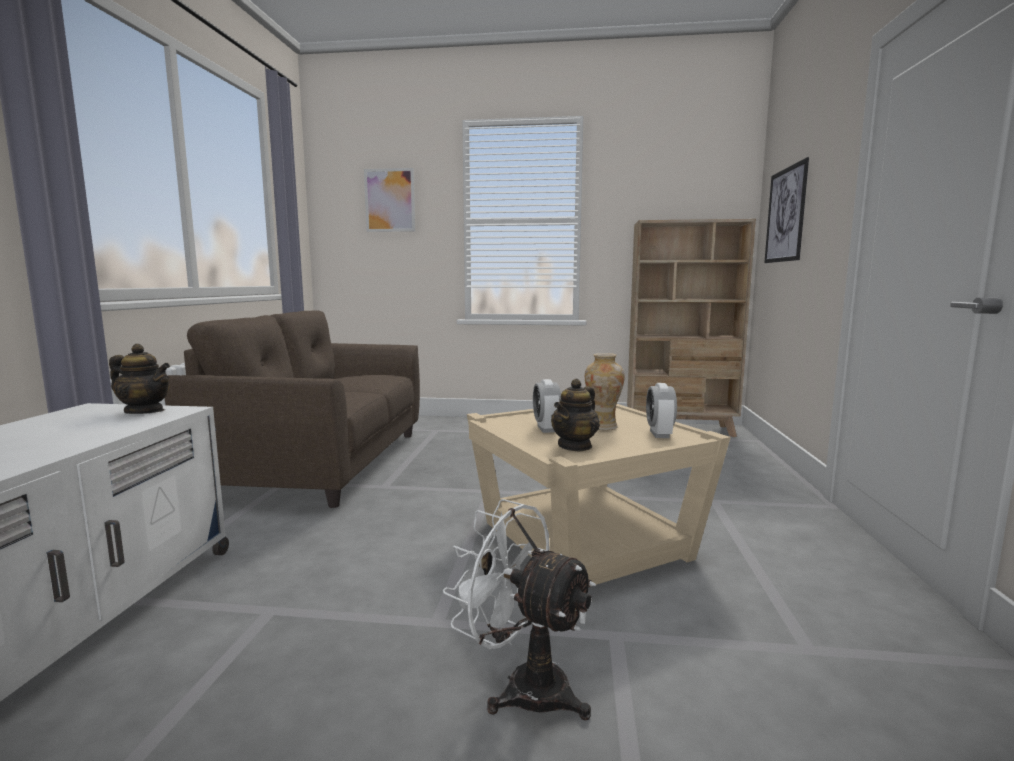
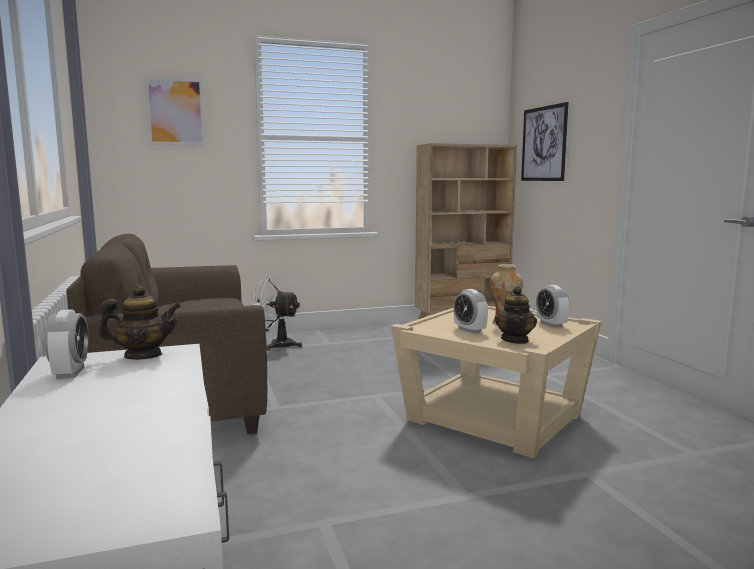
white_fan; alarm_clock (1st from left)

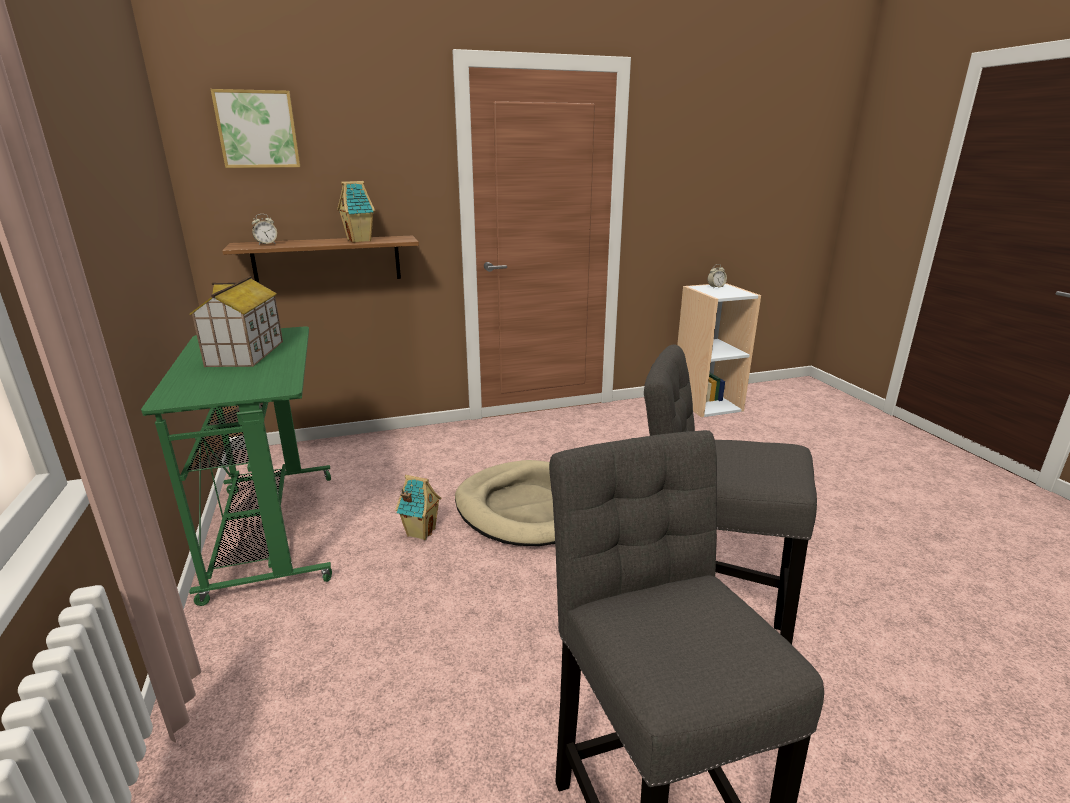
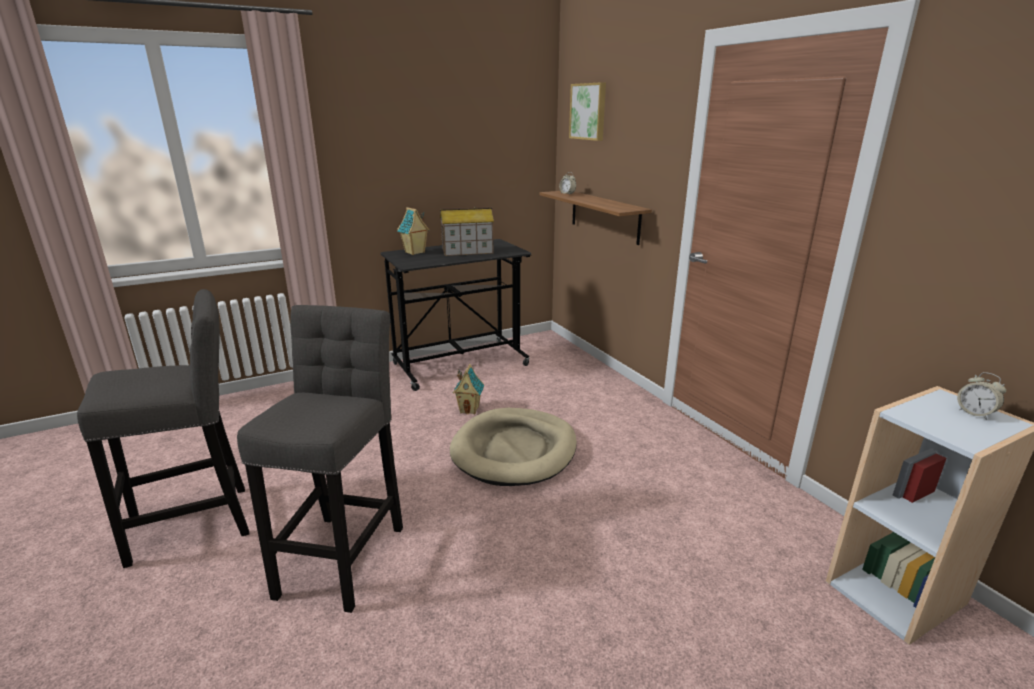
black_desk; toy_house (1st from left)

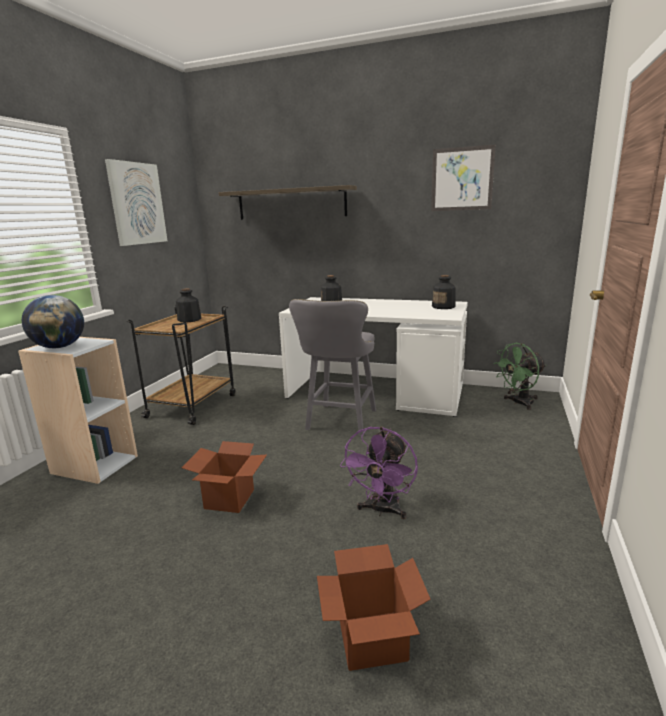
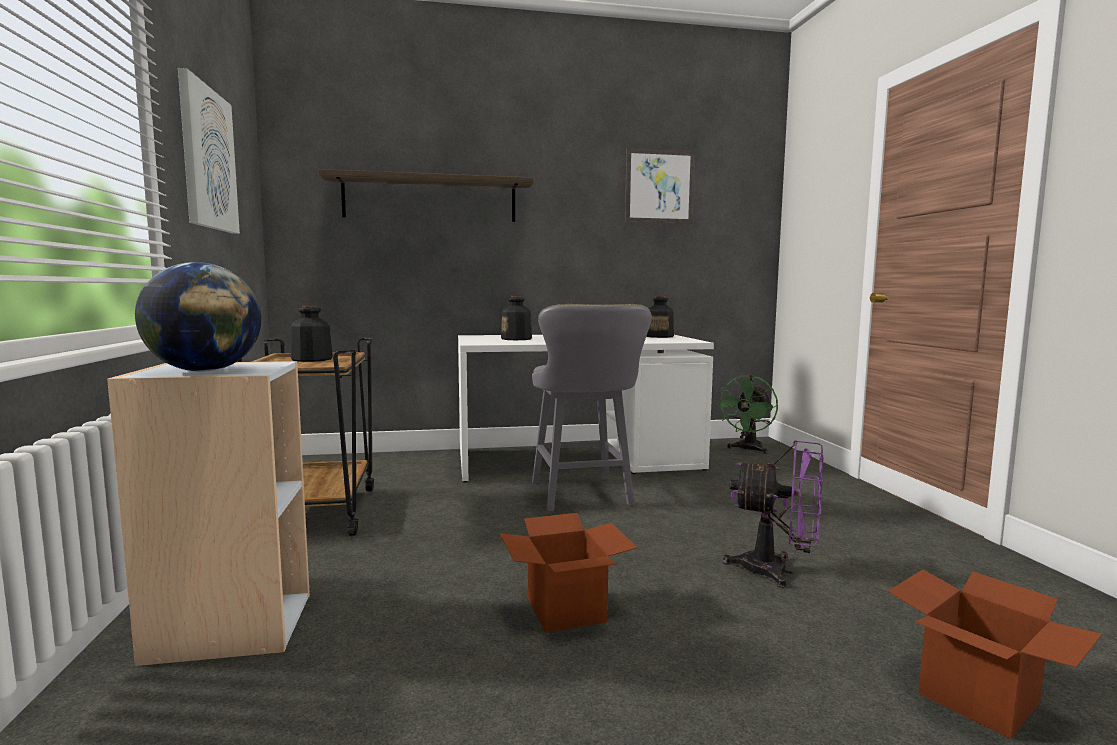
purple_fan

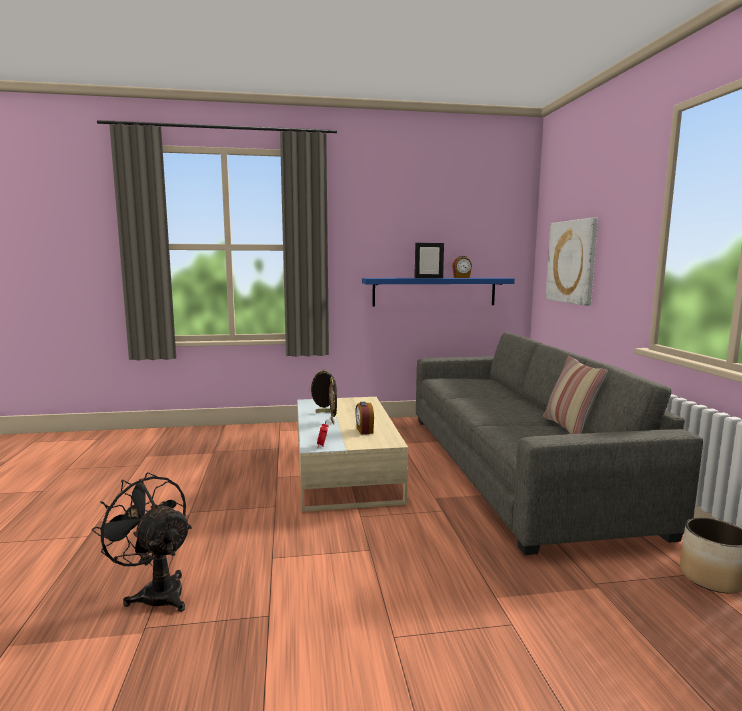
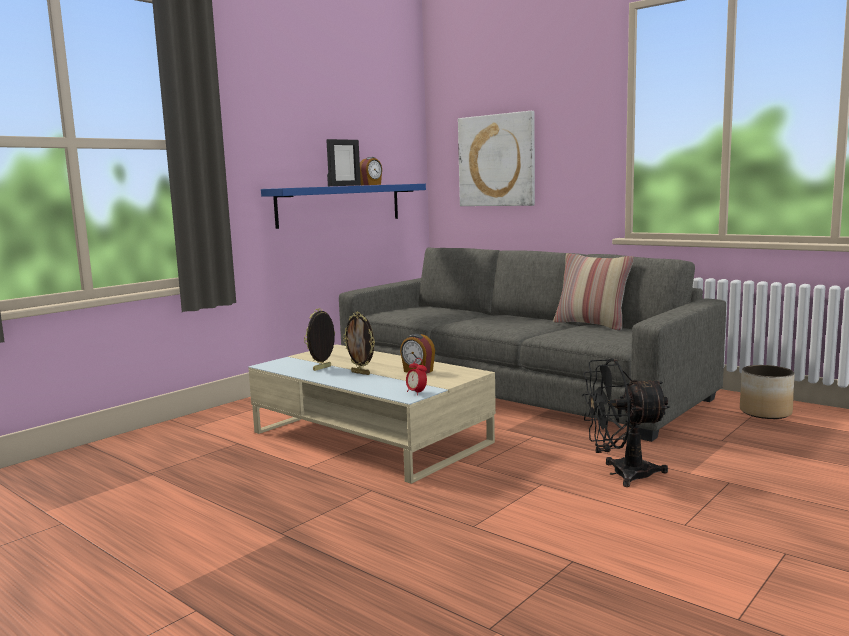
black_fan

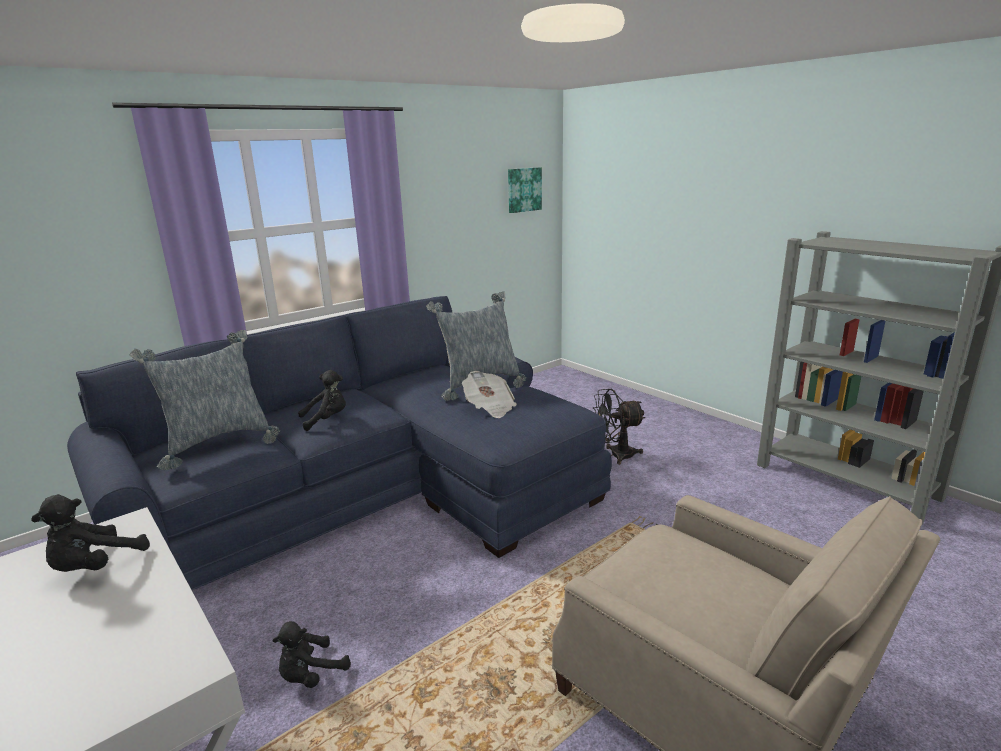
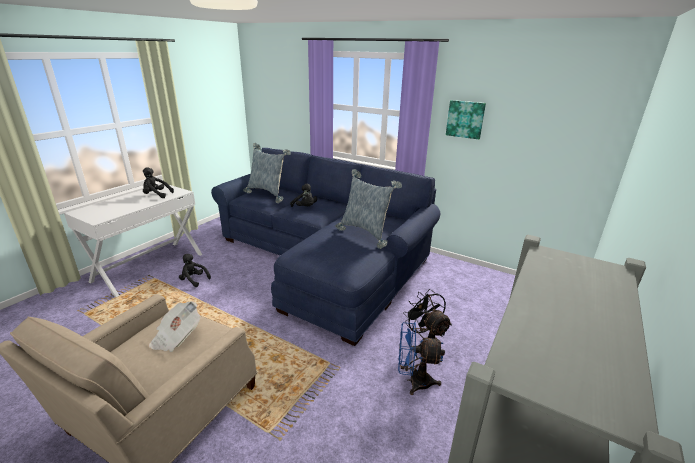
newspaper; picture; blue_fan

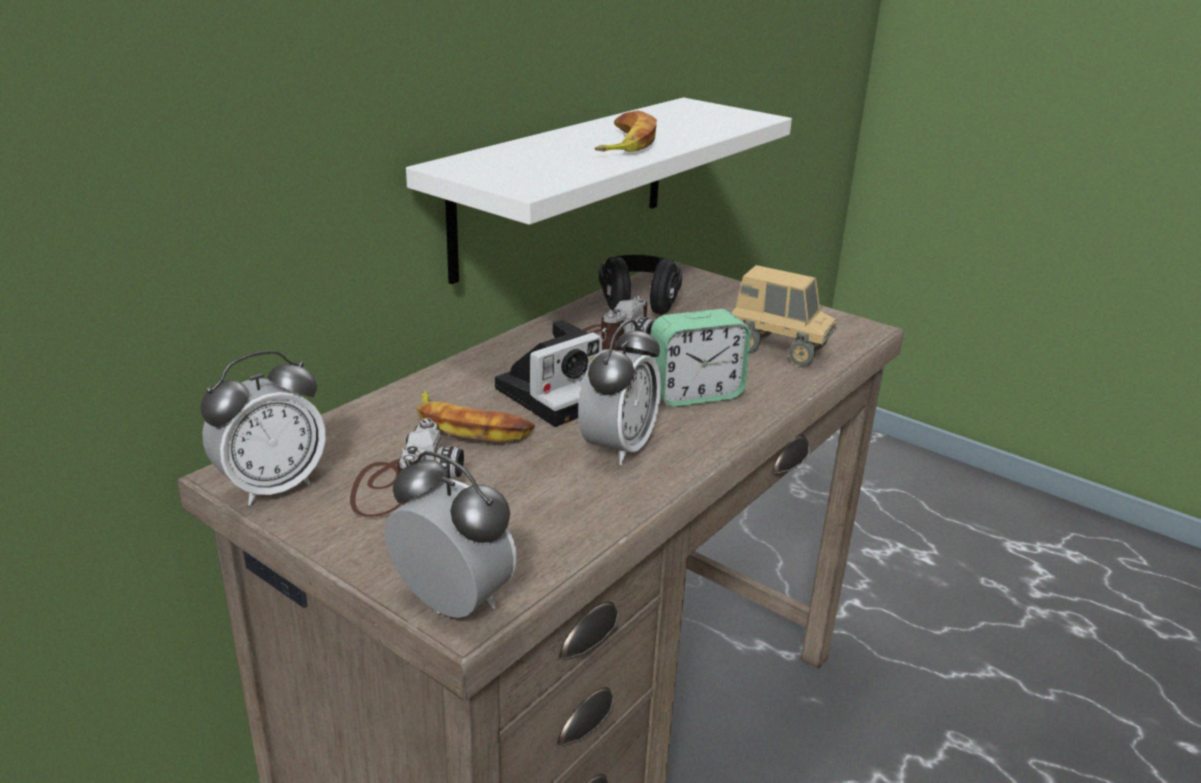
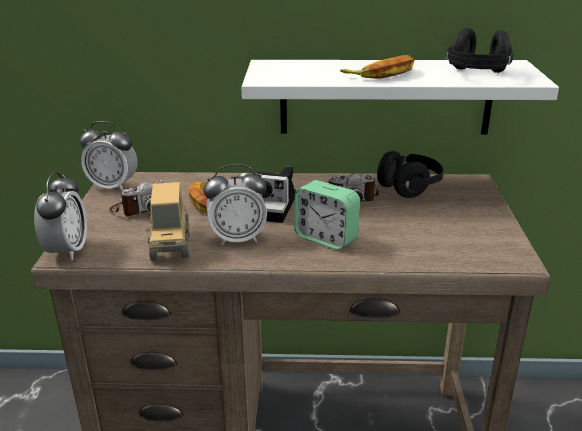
toy_truck; black_headphones (2nd from left)

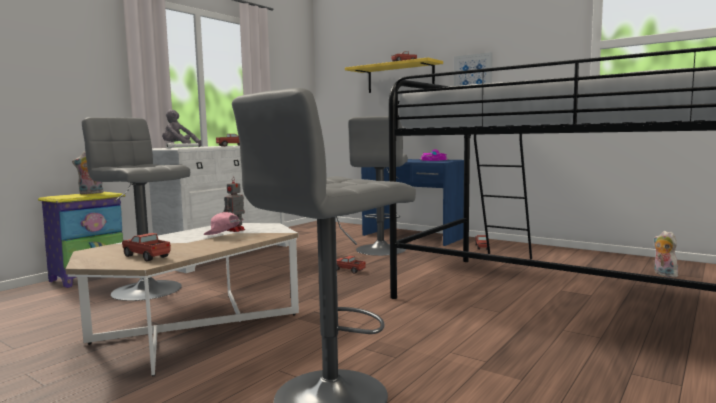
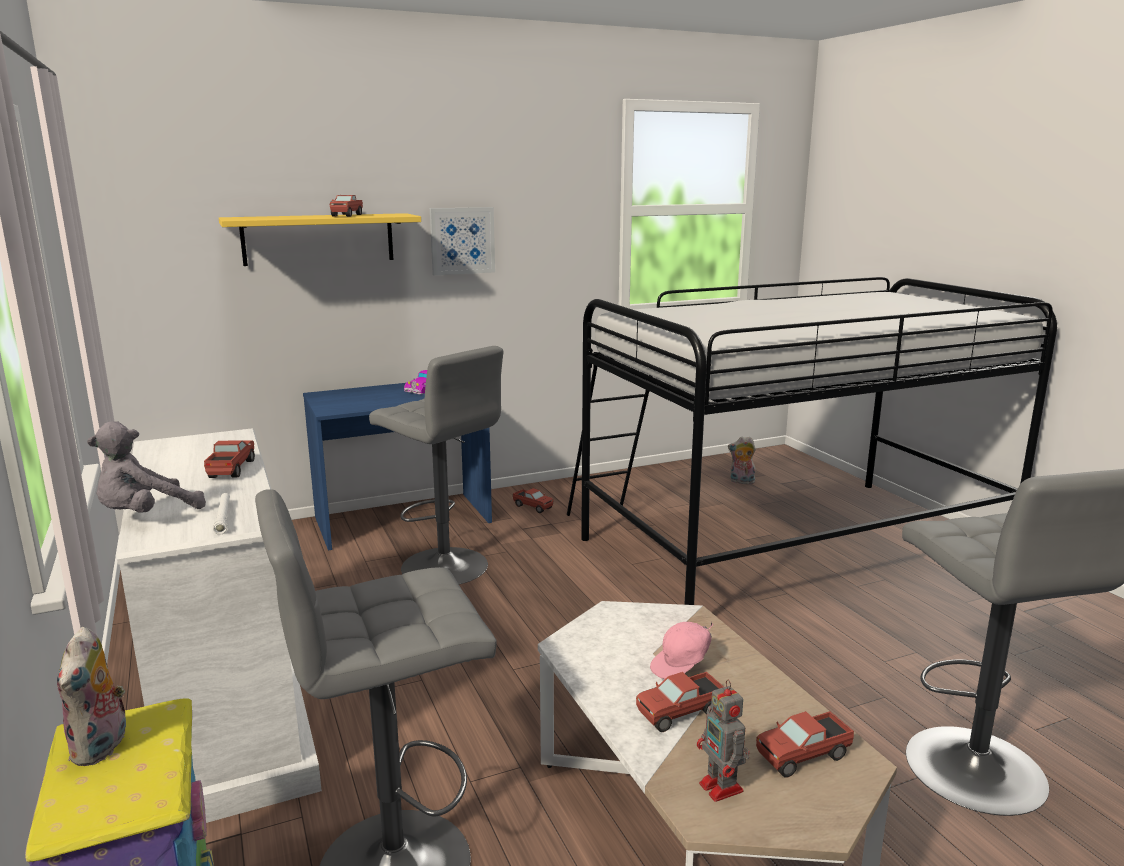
toy_robot; toy_truck (4th from left)

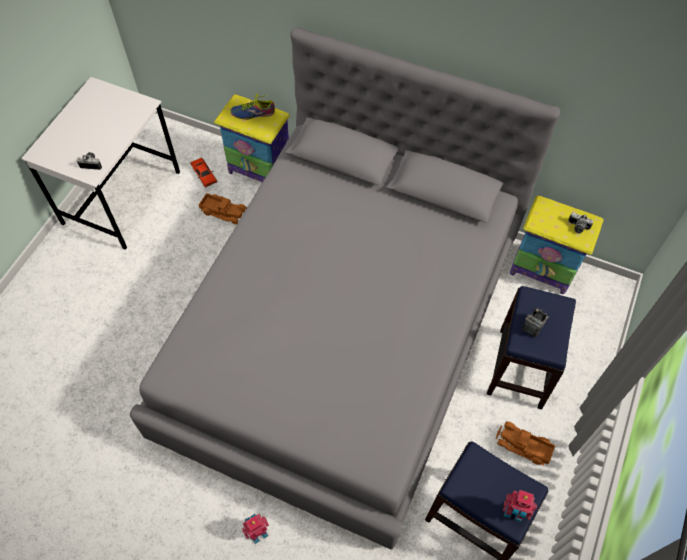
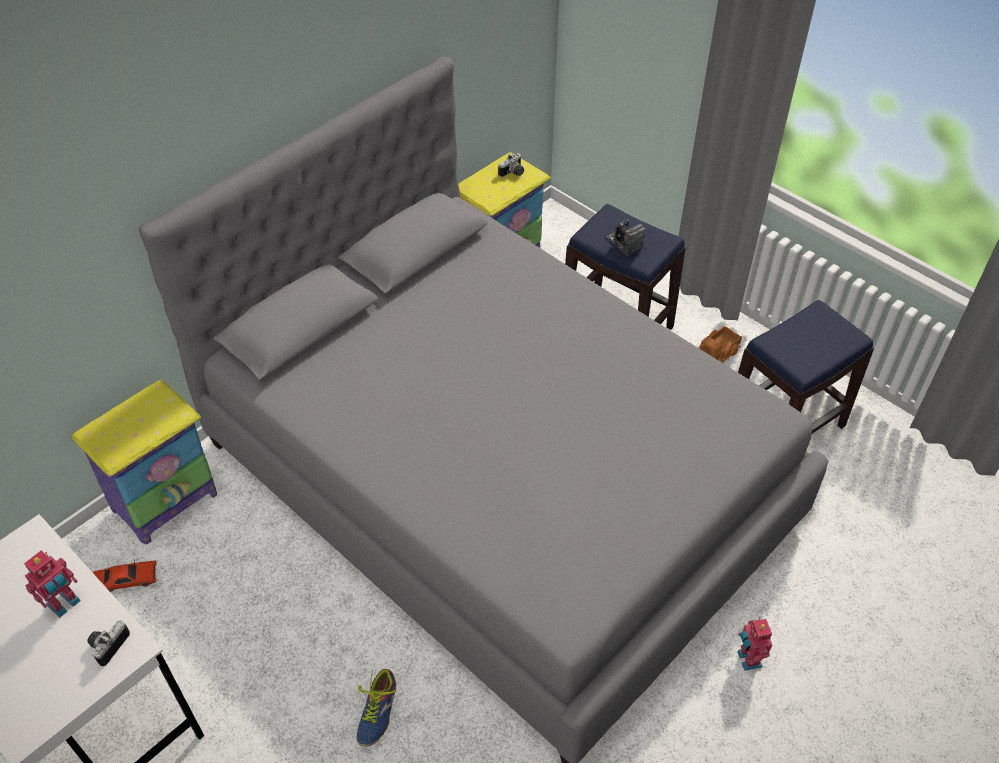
toy_truck (1st from left in the first image); shoe; toy_robot (1st from left)

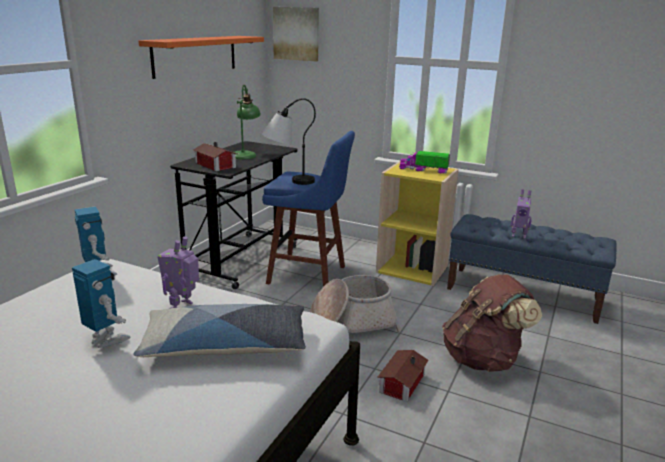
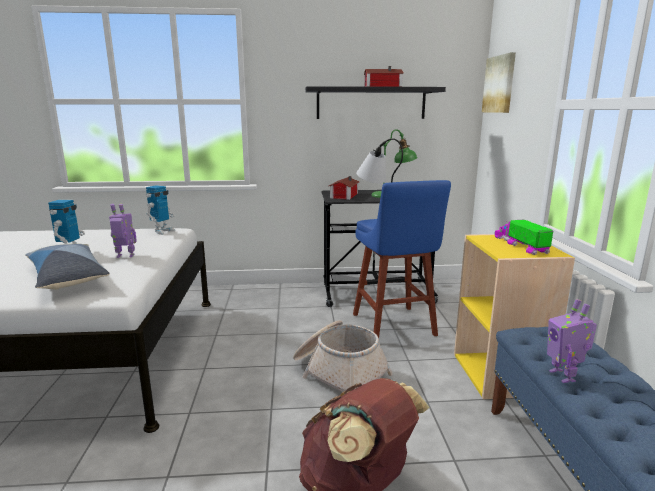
black_shelf; toy_house (2nd from left)

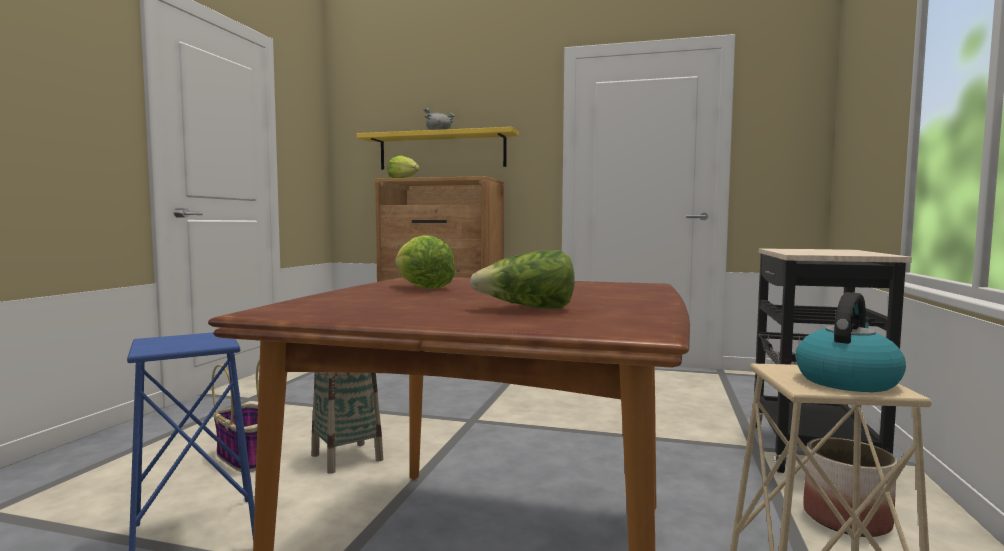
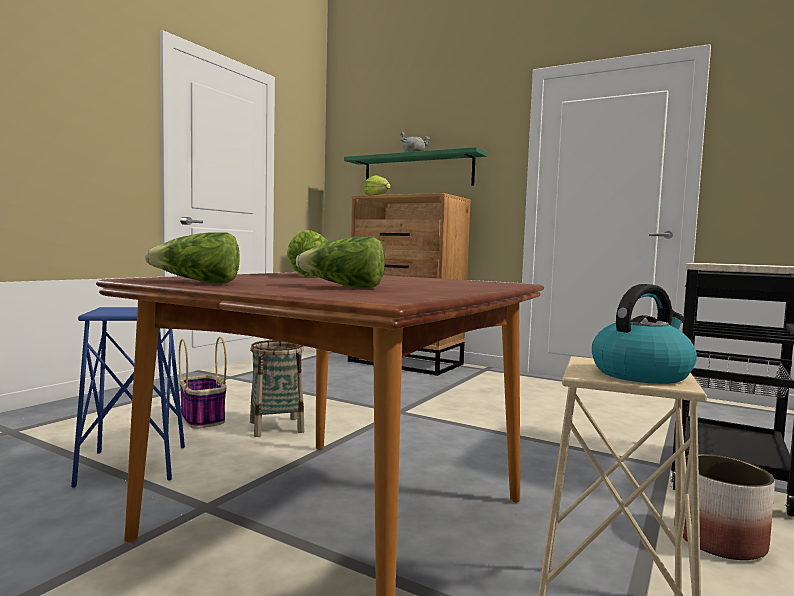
green_shelf; lettuce (1st from left)

